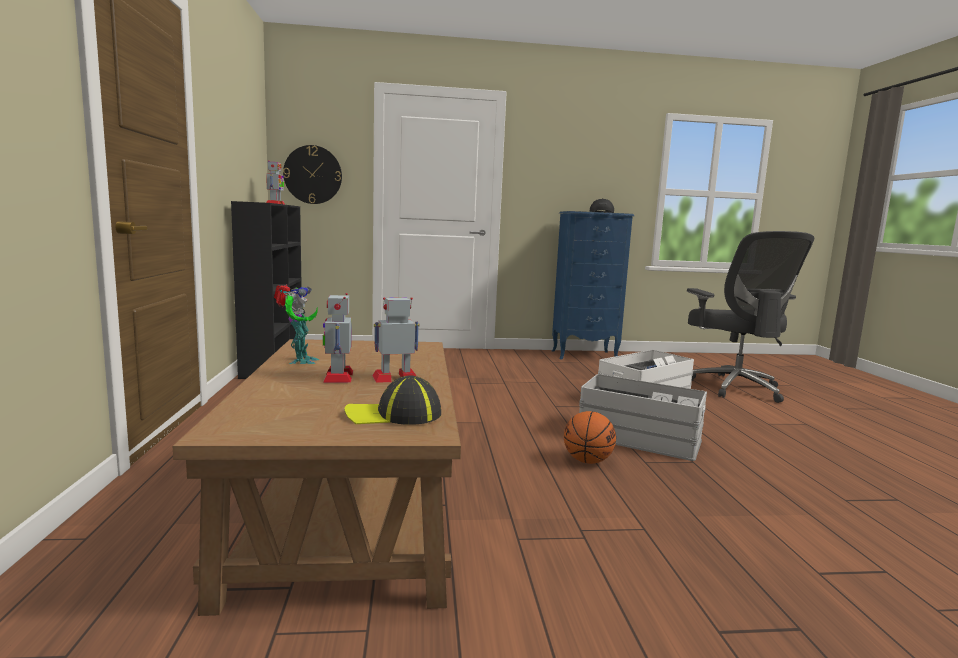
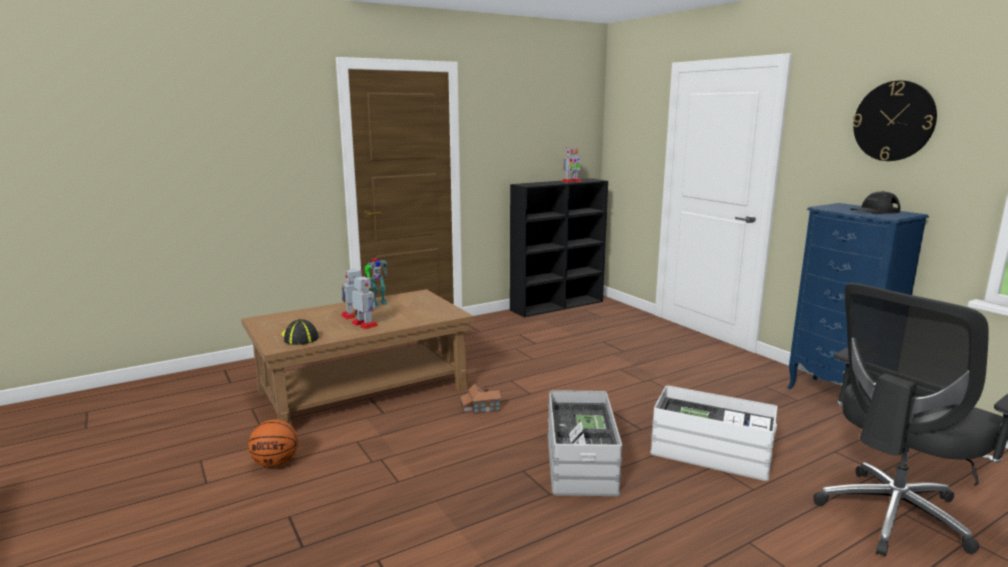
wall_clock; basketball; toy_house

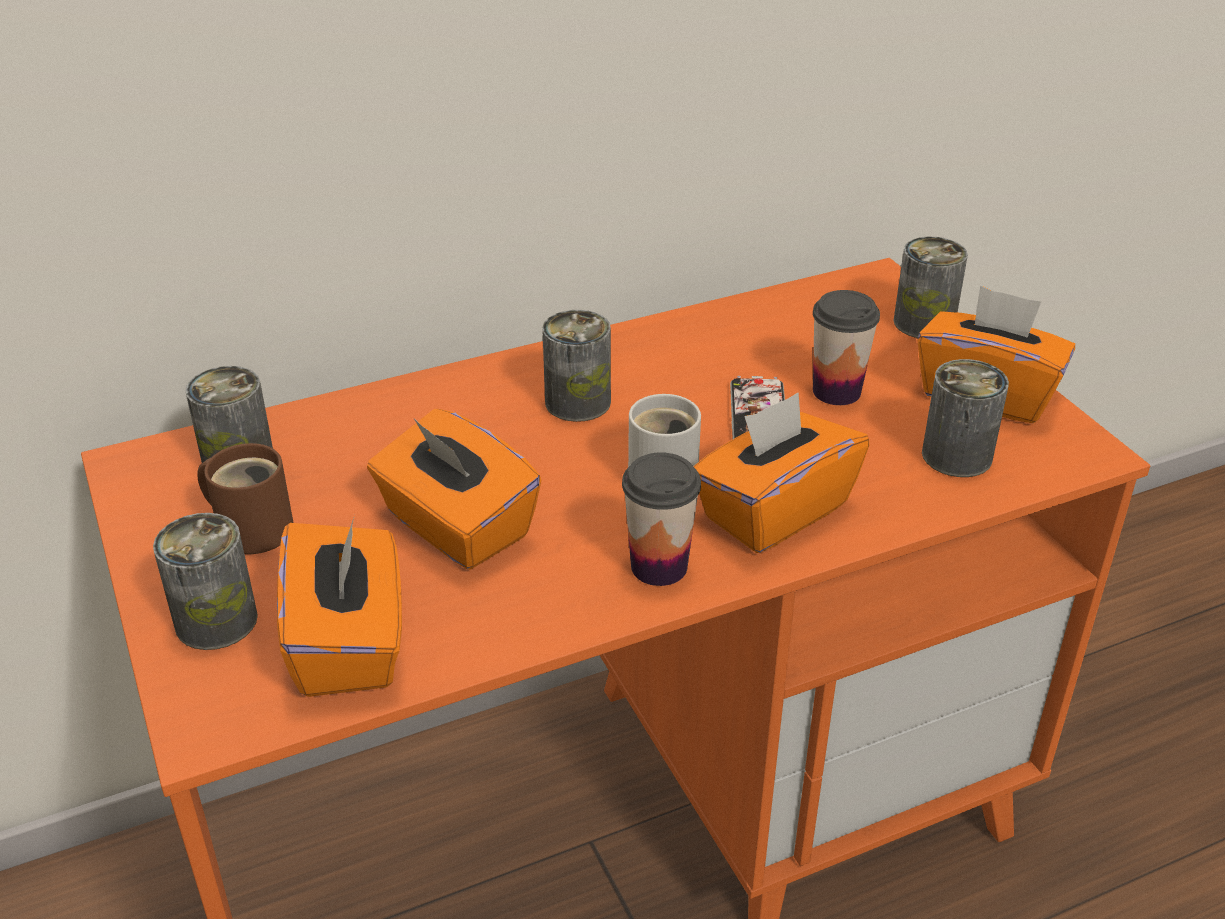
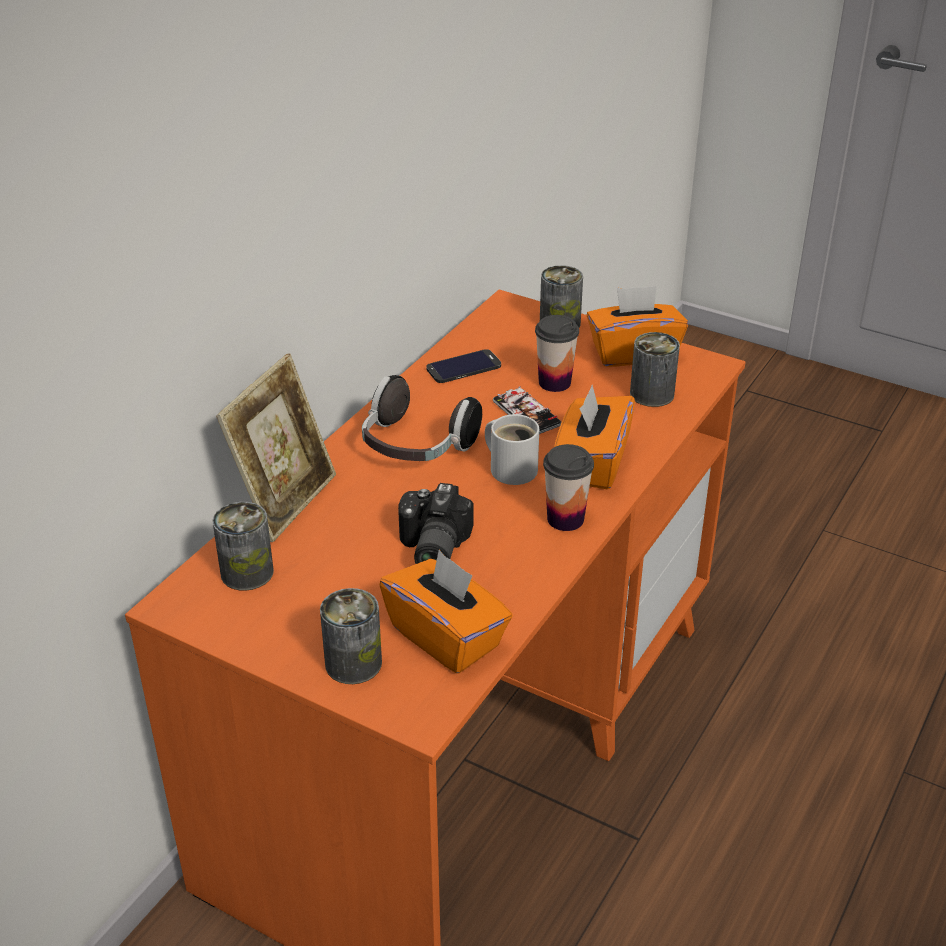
brown_mug; photo_camera; headphones; picture_frame; phone (1st from left)

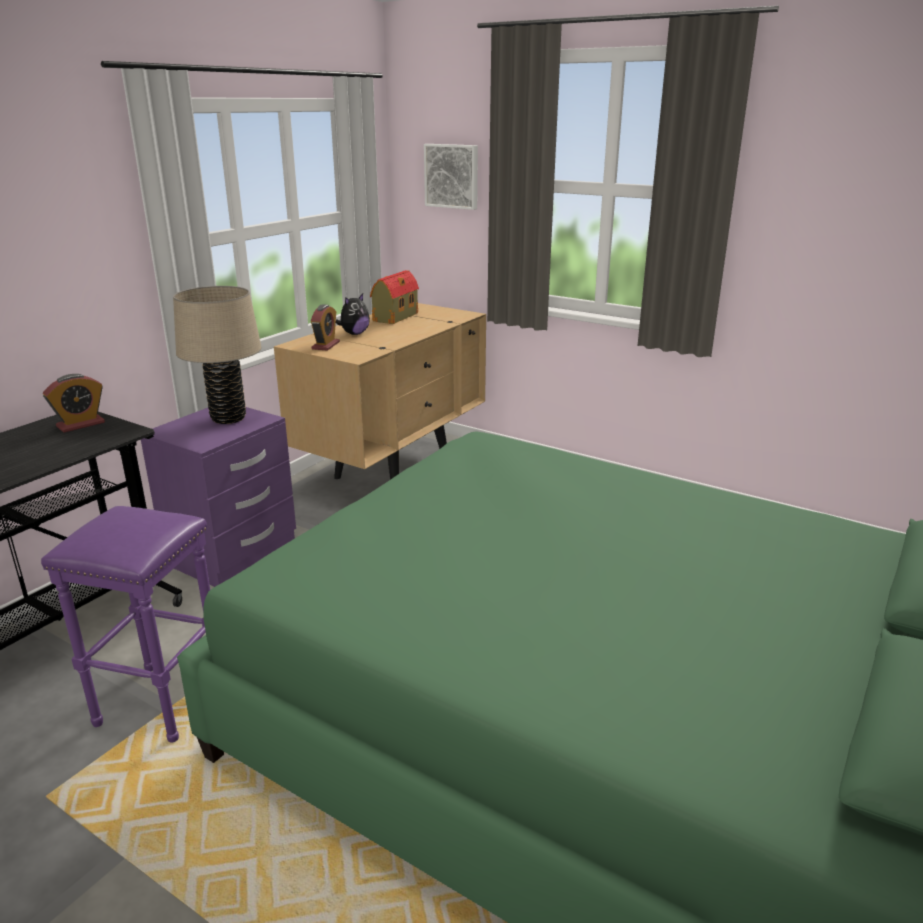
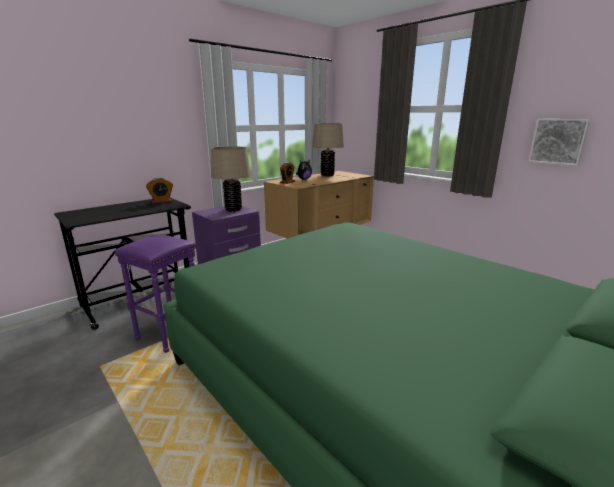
beige_table_lamp (2nd from left); picture

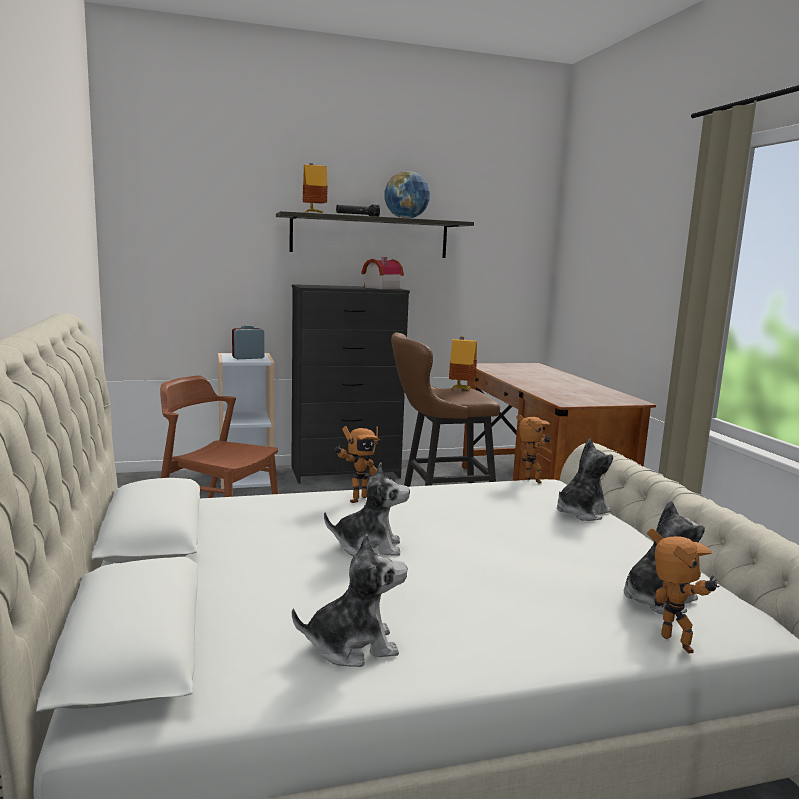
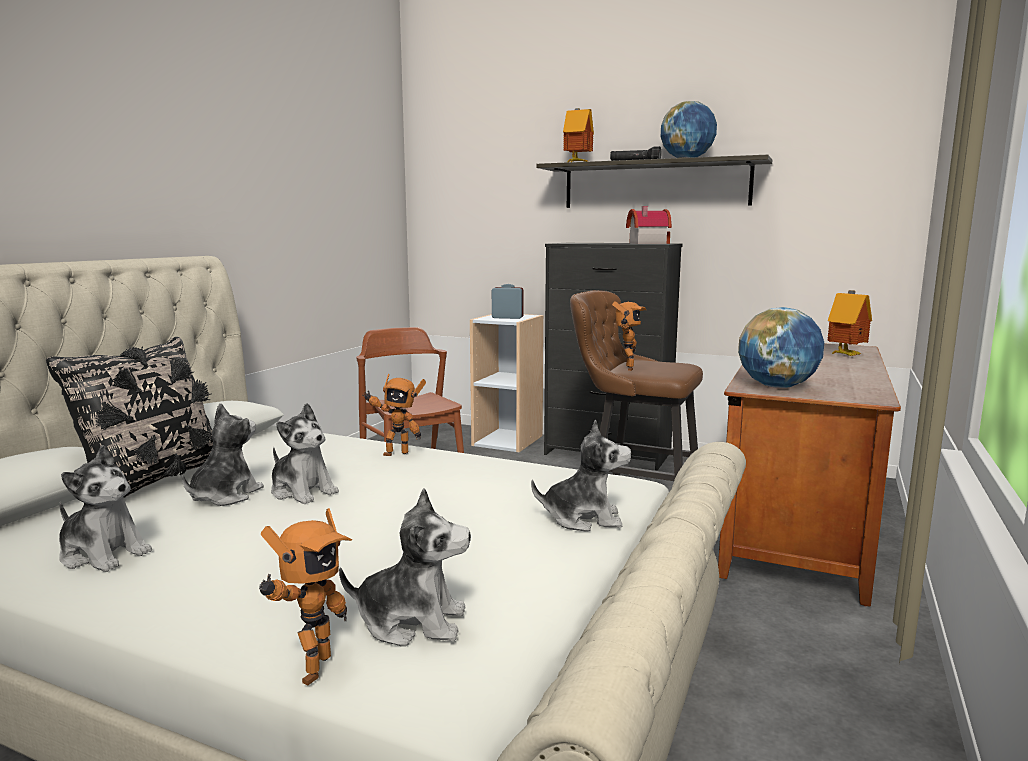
toy_house (3rd from left); toy_robot (3rd from left); black_pillow; plush_toy (2nd from left); globe (2nd from left)

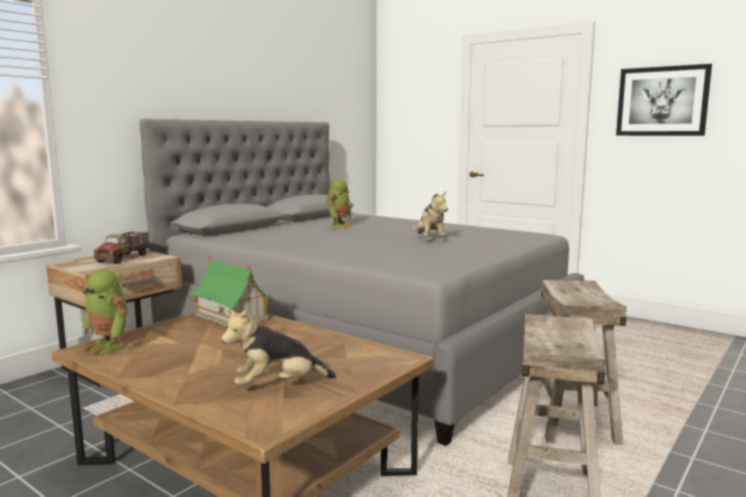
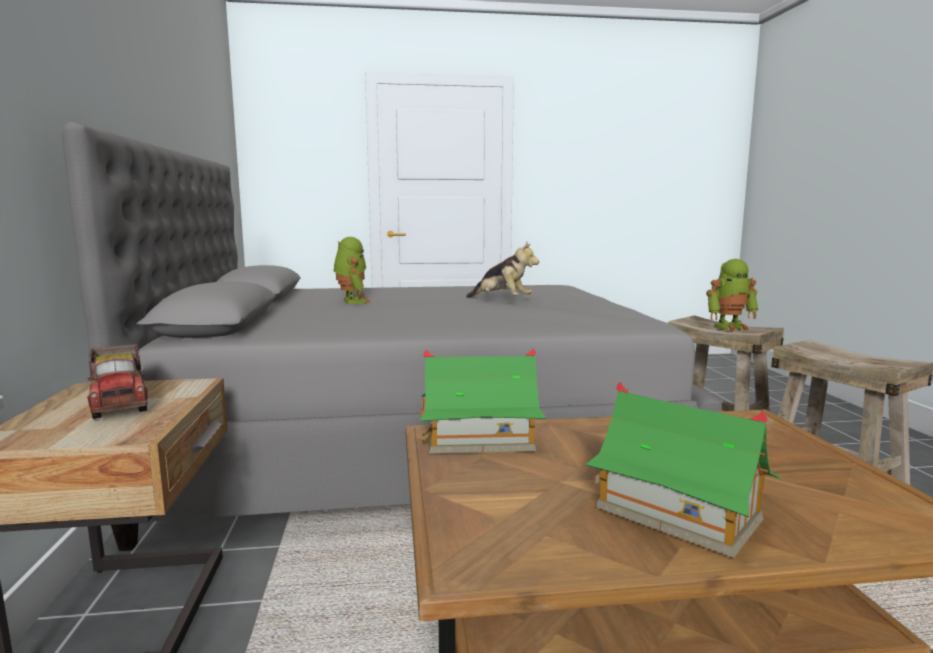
toy_robot (2nd from left); plush_toy (1st from left in the first image); picture; toy_house (2nd from left)

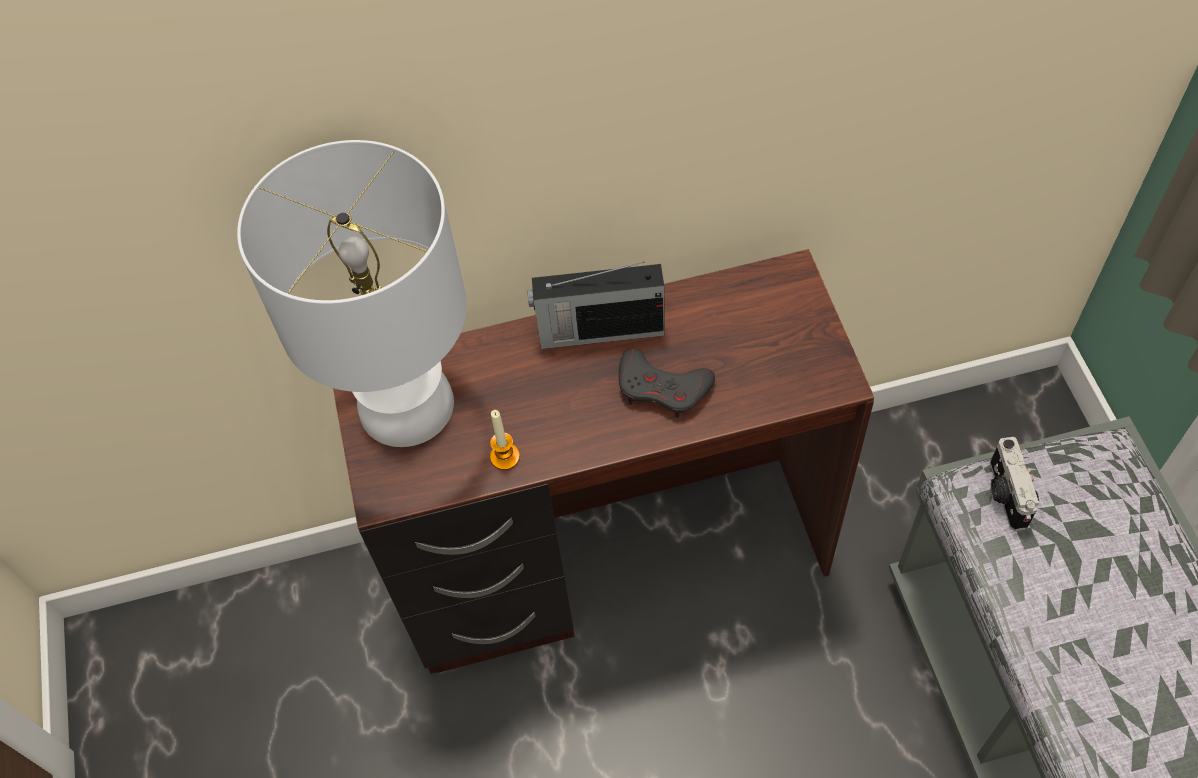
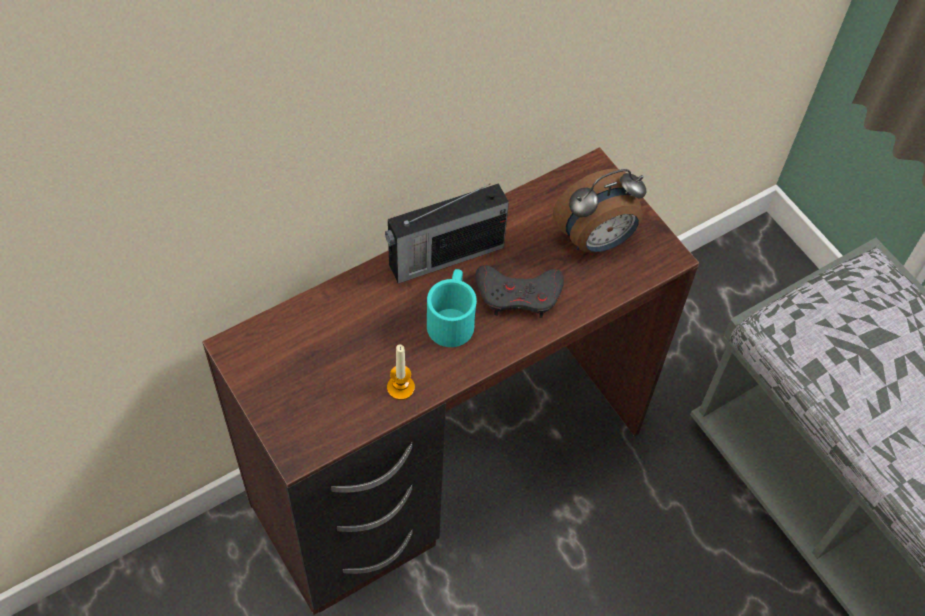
white_table_lamp; photo_camera; turquoise_mug; alarm_clock

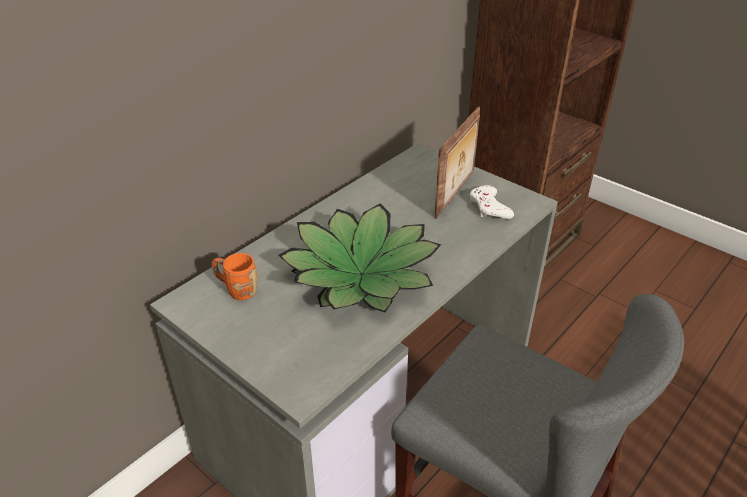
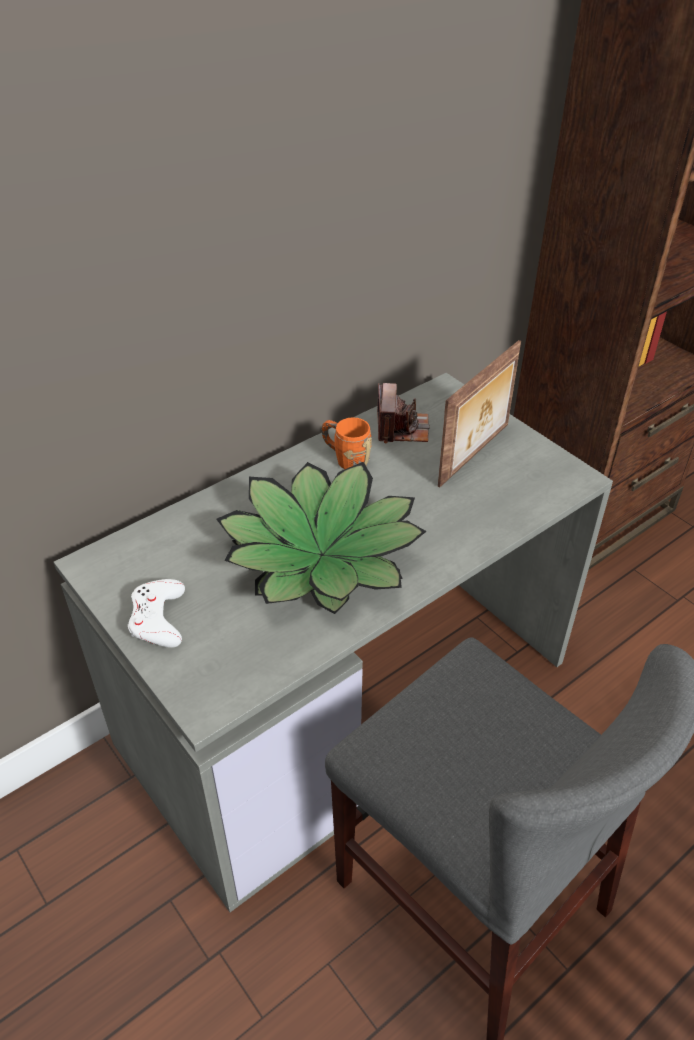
orange_mug; white_game_controller; photo_camera

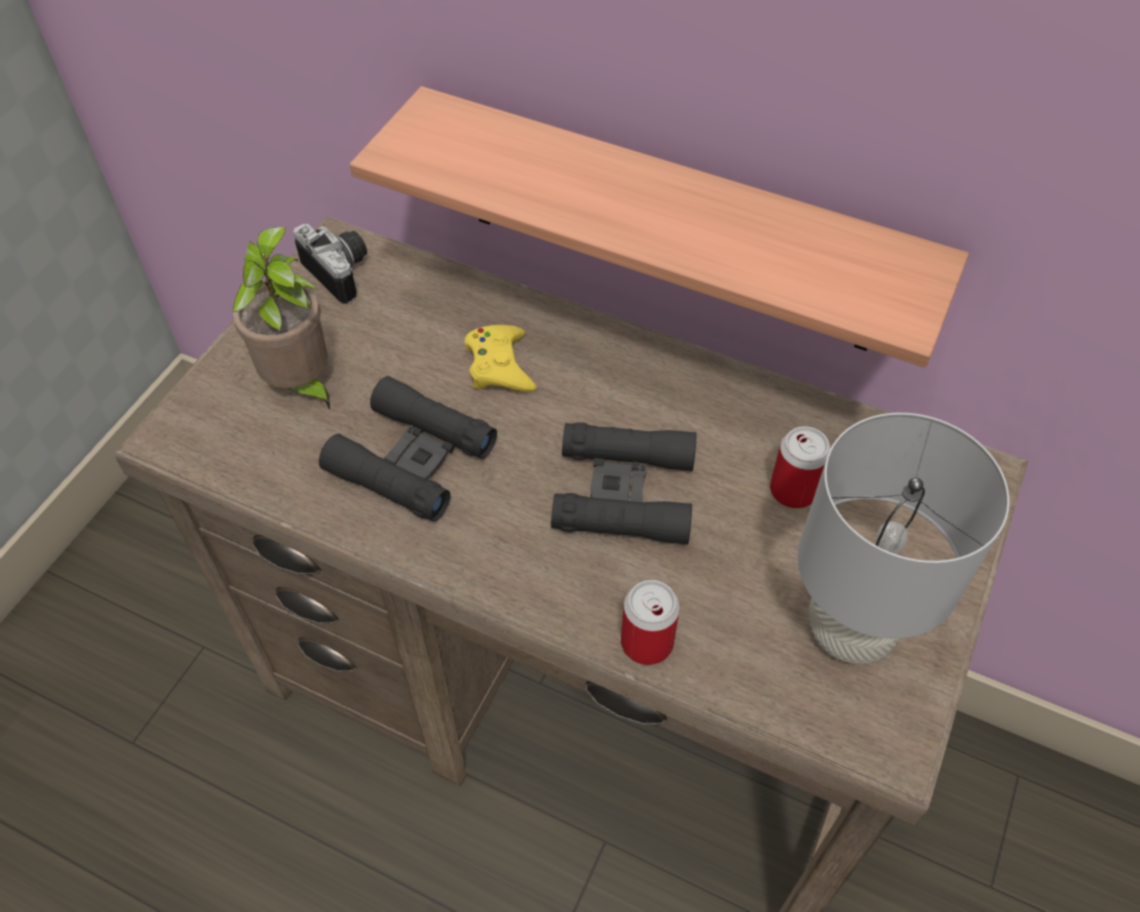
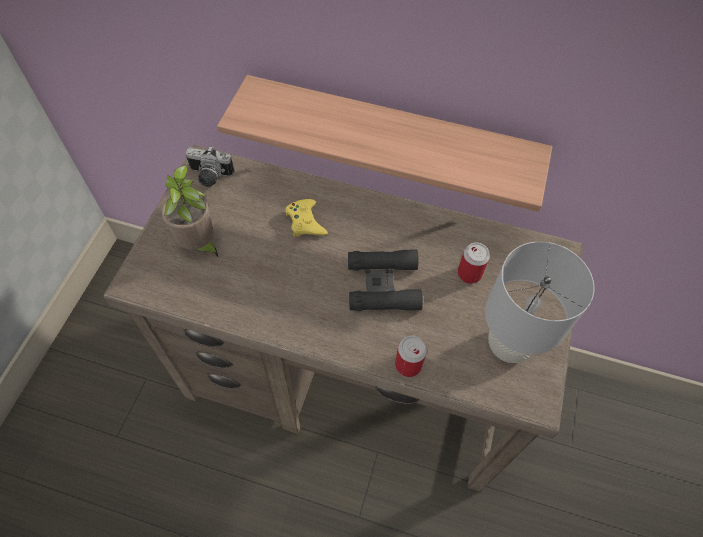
photo_camera; black_binoculars (1st from left in the first image)

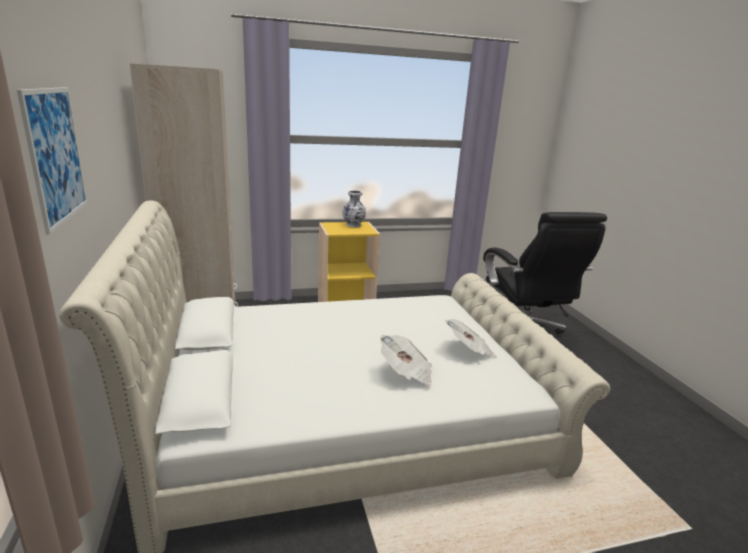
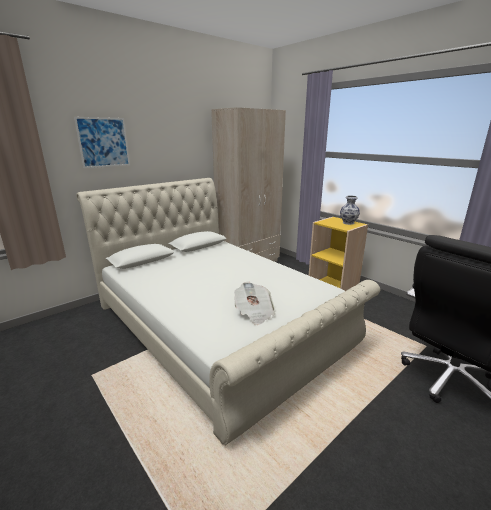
newspaper (1st from left in the first image)

